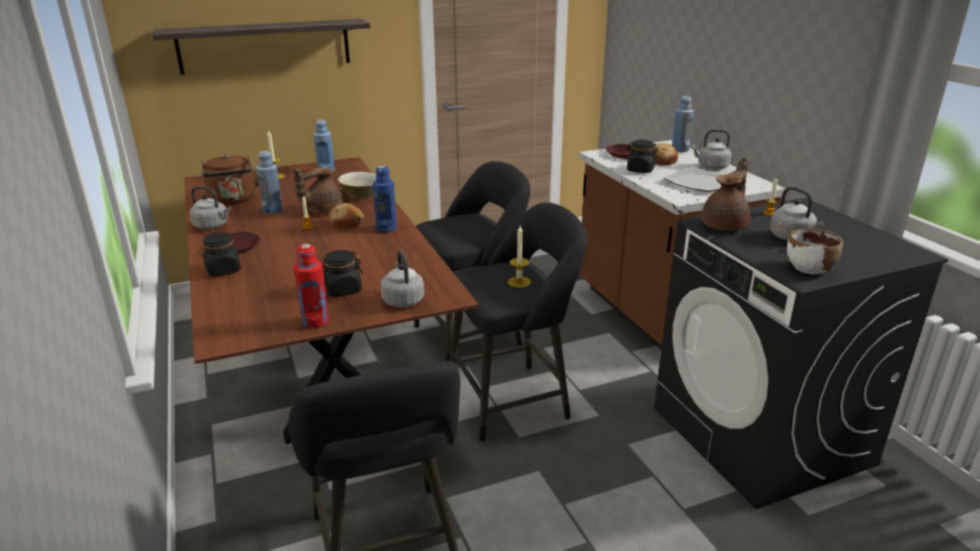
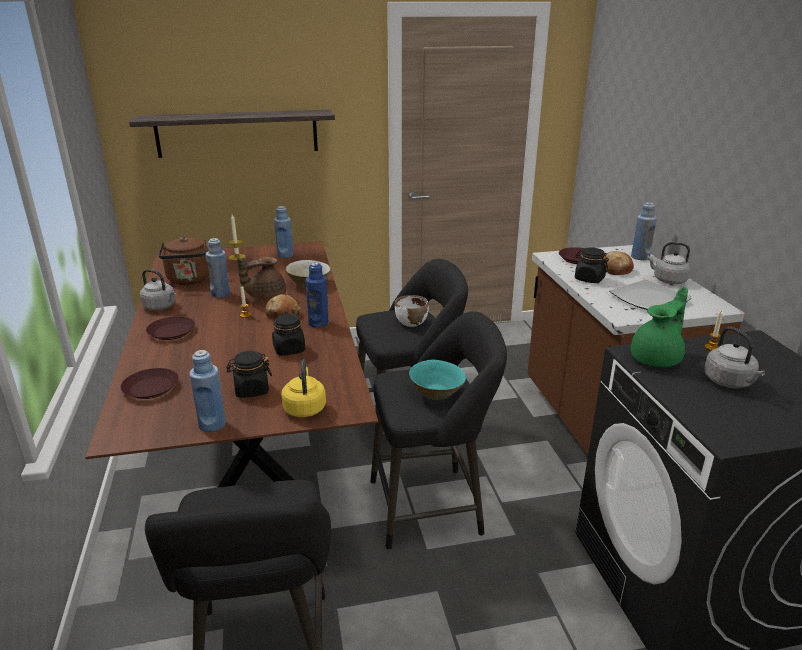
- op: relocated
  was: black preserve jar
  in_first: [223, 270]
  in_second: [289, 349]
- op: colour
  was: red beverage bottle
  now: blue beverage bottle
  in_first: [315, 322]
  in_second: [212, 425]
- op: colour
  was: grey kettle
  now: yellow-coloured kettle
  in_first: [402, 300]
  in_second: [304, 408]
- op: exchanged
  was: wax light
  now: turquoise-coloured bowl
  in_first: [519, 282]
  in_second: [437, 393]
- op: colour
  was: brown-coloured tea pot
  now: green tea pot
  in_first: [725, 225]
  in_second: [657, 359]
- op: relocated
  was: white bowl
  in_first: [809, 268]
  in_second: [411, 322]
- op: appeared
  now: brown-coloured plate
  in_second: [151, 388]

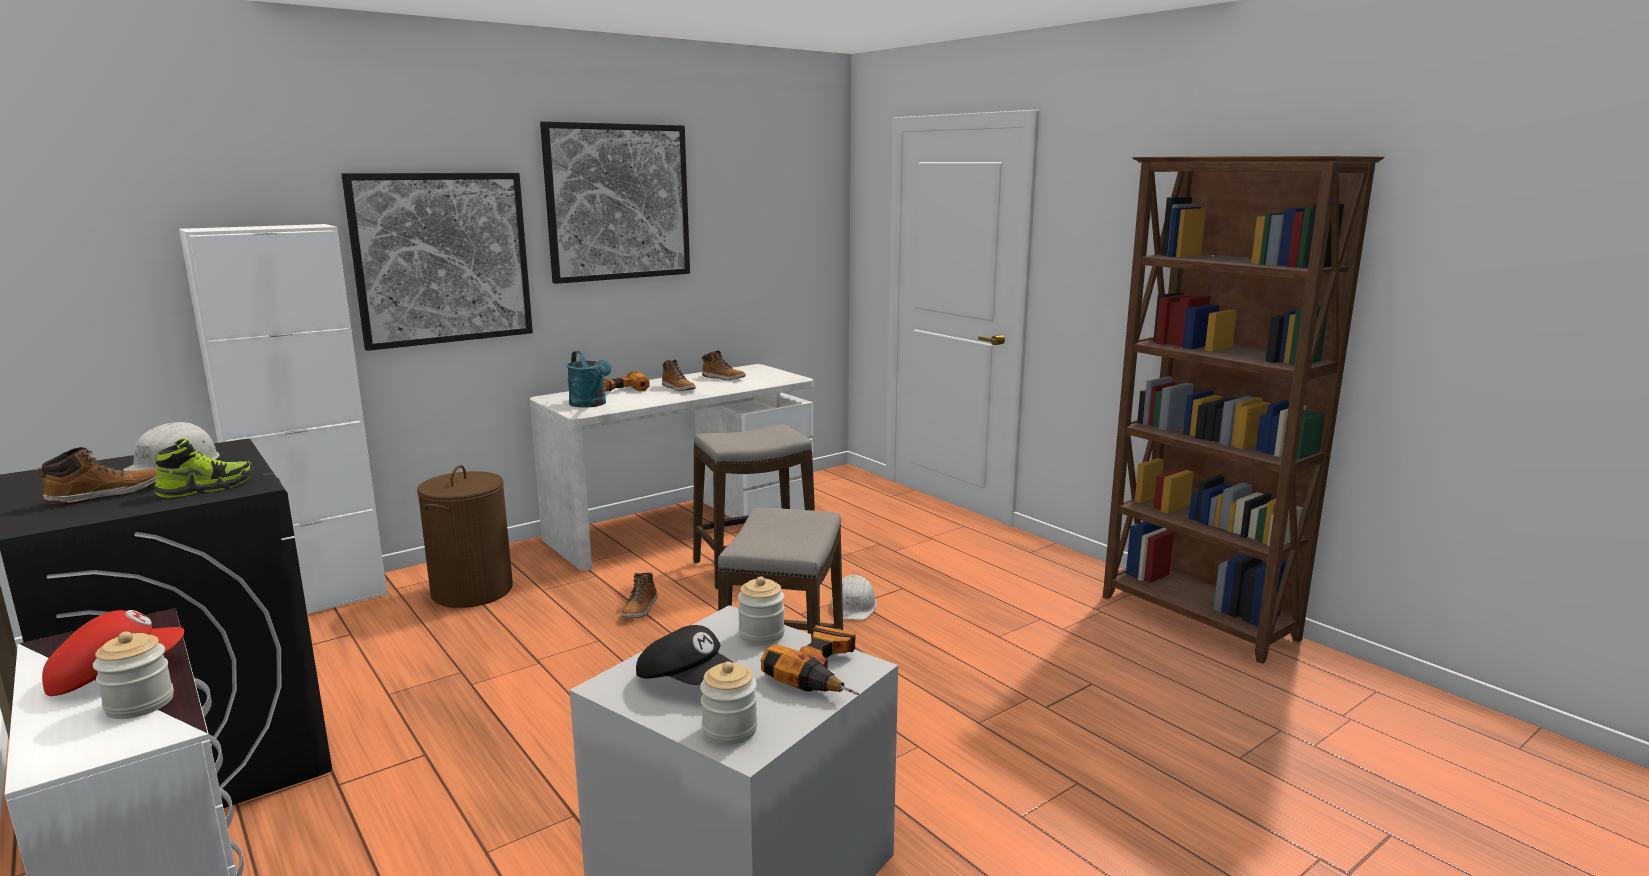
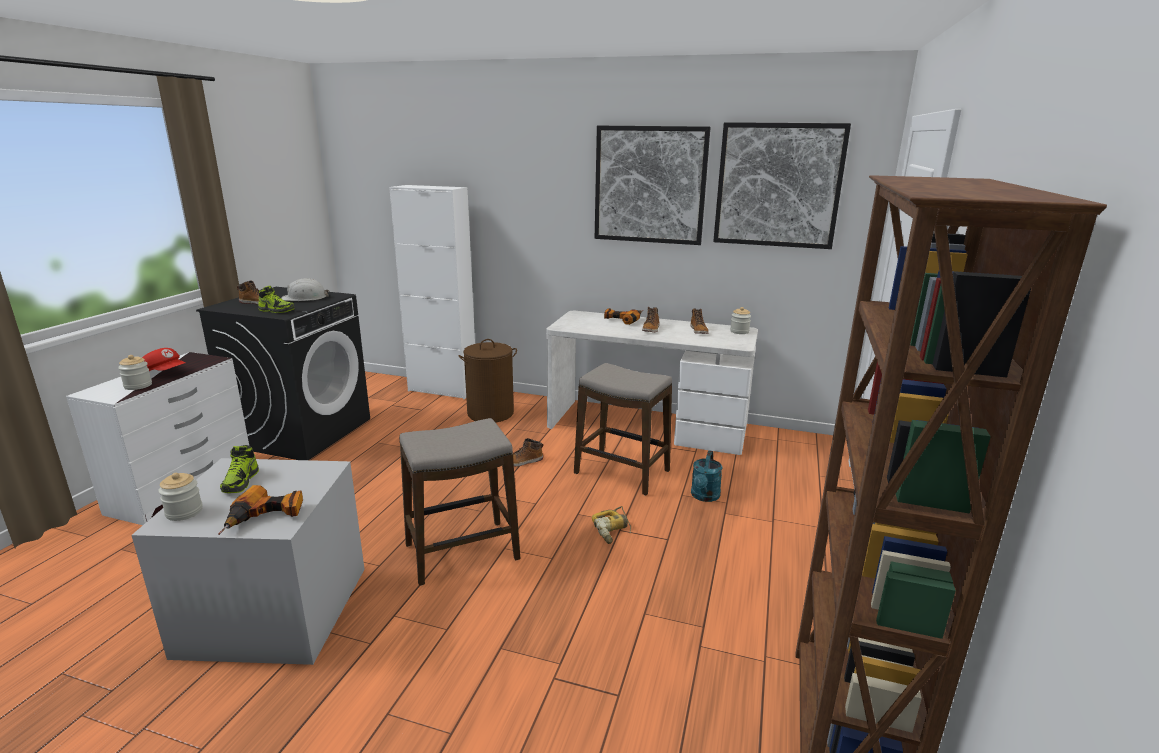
- op: relocated
  was: wall art
  in_first: [442, 258]
  in_second: [778, 185]
- op: relocated
  was: turquoise-coloured watering can
  in_first: [591, 404]
  in_second: [704, 497]
- op: exchanged
  was: black cap
  now: shoe
  in_first: [686, 680]
  in_second: [241, 482]
- op: relocated
  was: preserve jar
  in_first: [761, 634]
  in_second: [739, 331]
- op: exchanged
  was: white work helmet
  now: drill
  in_first: [854, 606]
  in_second: [613, 530]

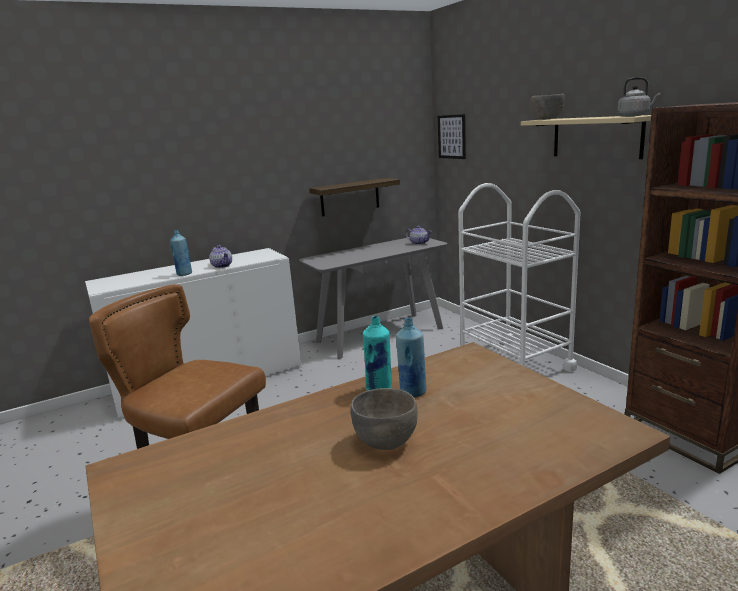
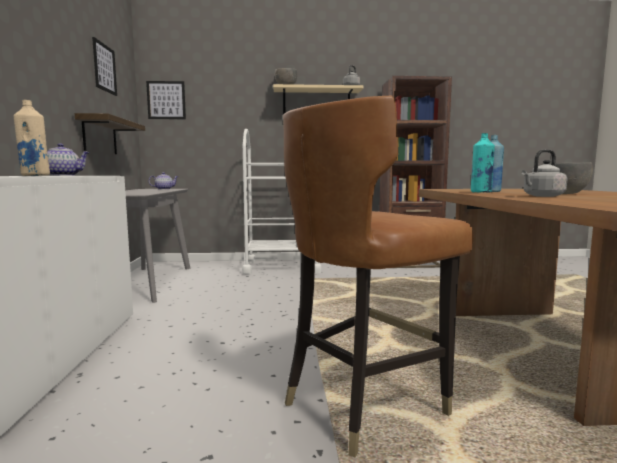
- op: colour
  was: blue beverage bottle
  now: beige beverage bottle
  in_first: [184, 274]
  in_second: [35, 176]
- op: appeared
  now: wall art
  in_second: [104, 68]
- op: appeared
  now: grey kettle
  in_second: [542, 196]

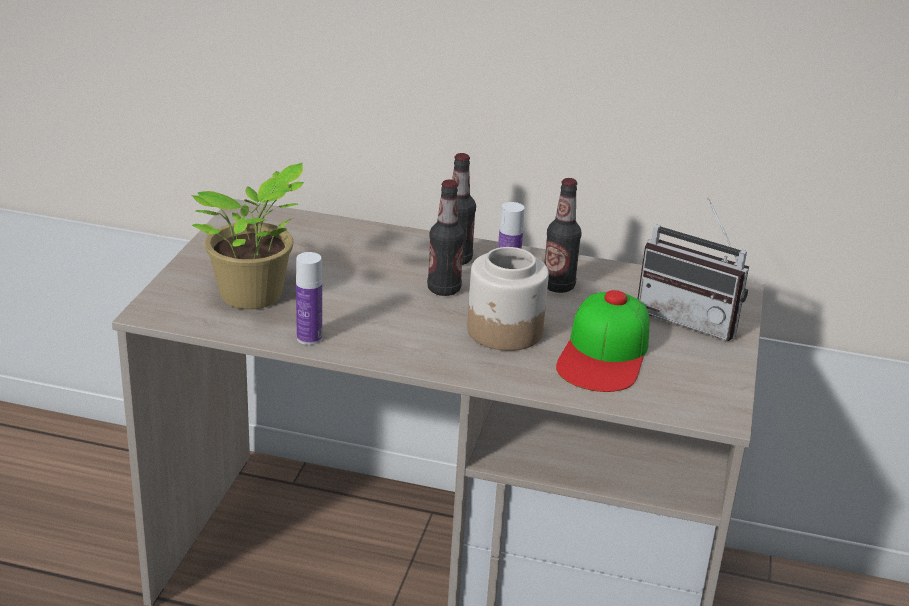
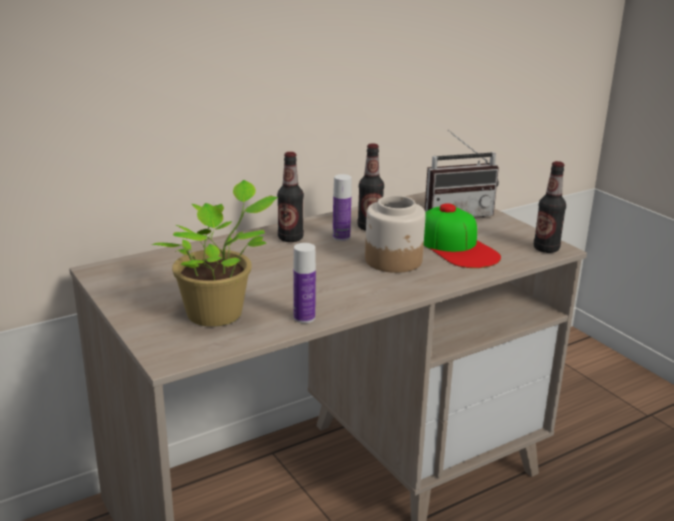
- op: relocated
  was: beverage bottle
  in_first: [444, 289]
  in_second: [546, 249]

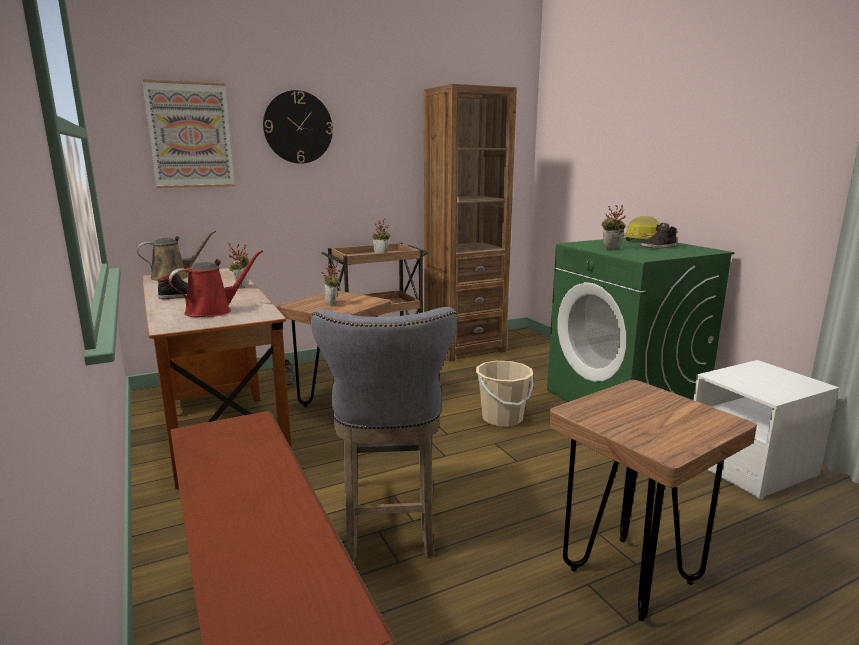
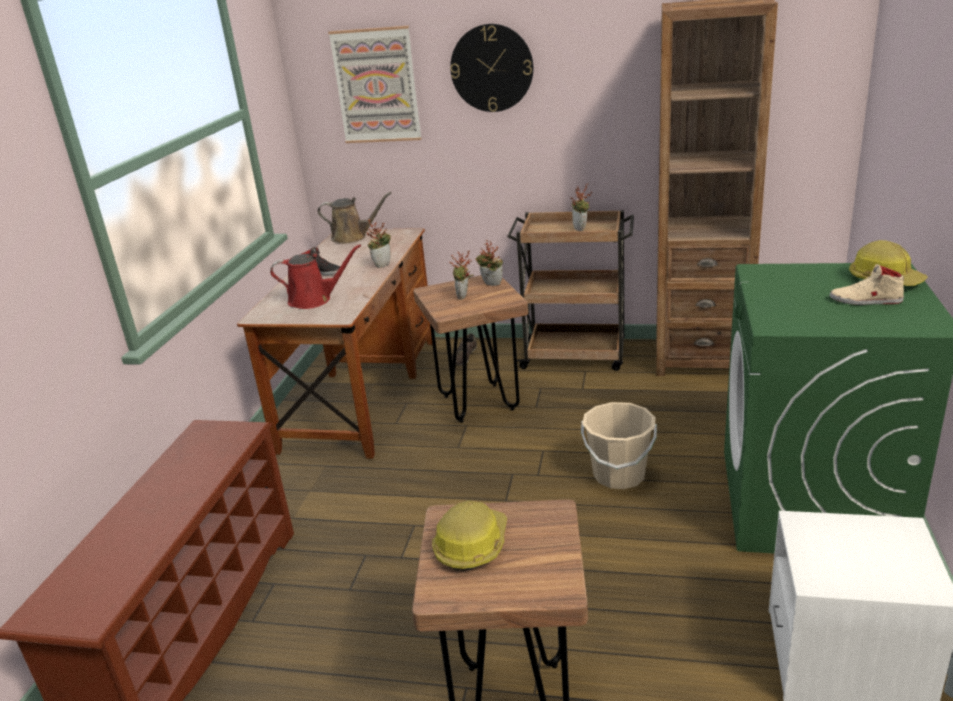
- op: missing
  was: grey stool
  in_first: [389, 521]
- op: relocated
  was: houseplant
  in_first: [611, 249]
  in_second: [490, 285]
- op: colour
  was: black shoe
  now: beige shoe
  in_first: [658, 247]
  in_second: [865, 300]
- op: appeared
  now: work helmet
  in_second: [471, 545]

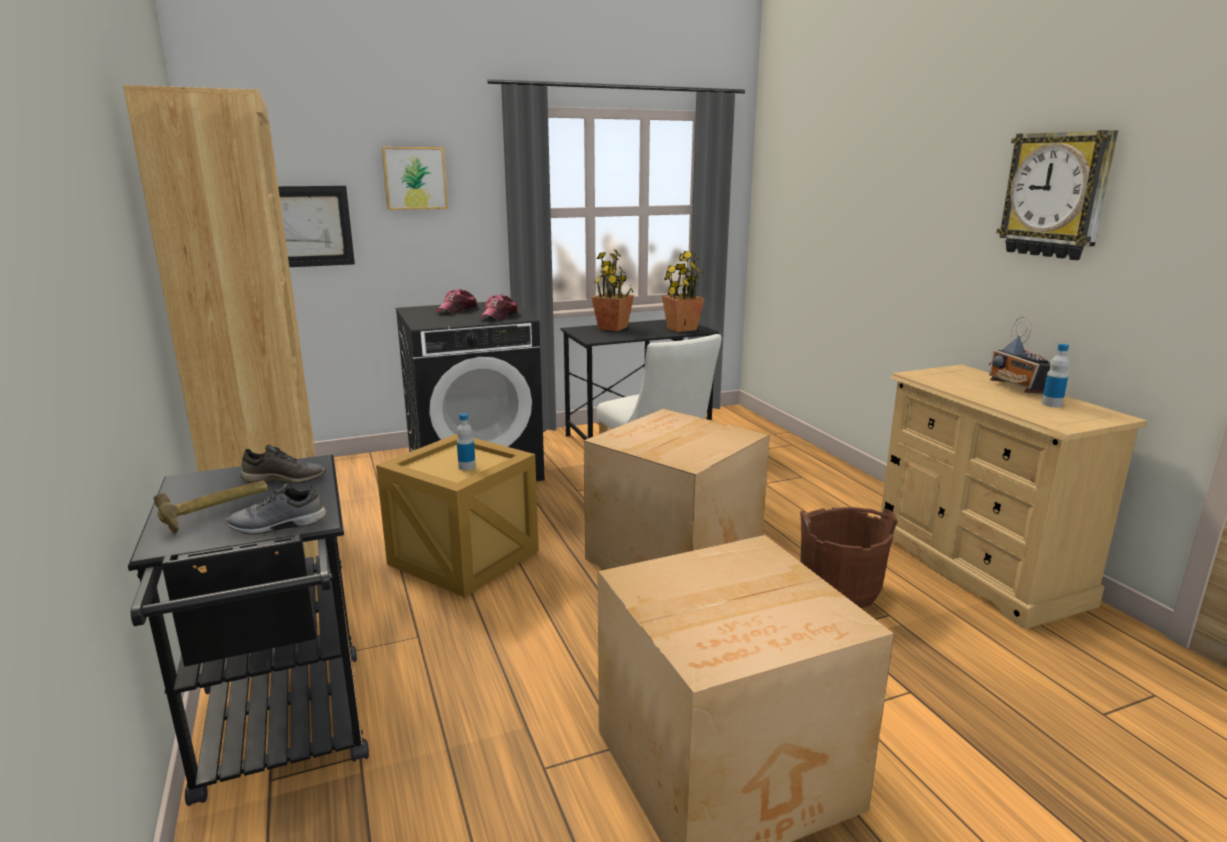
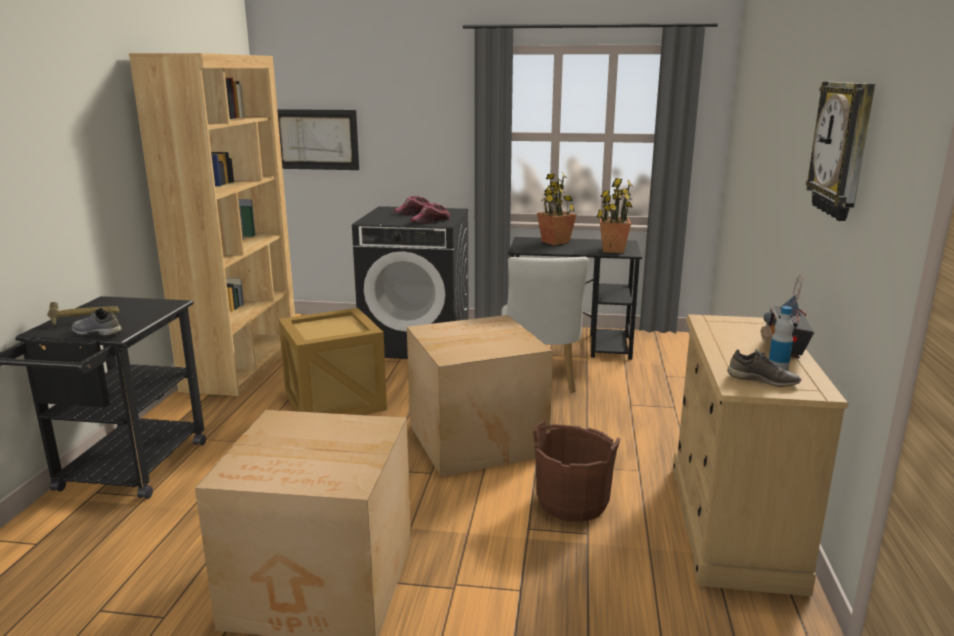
- op: relocated
  was: grey shoe
  in_first: [285, 479]
  in_second: [763, 380]
- op: missing
  was: wall art
  in_first: [415, 178]
- op: missing
  was: beverage bottle
  in_first: [467, 467]

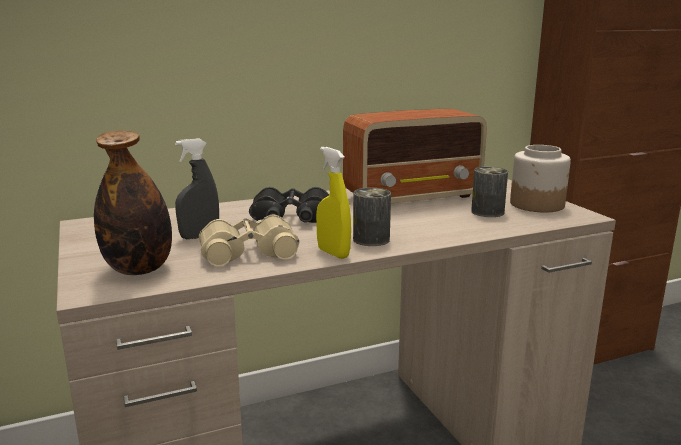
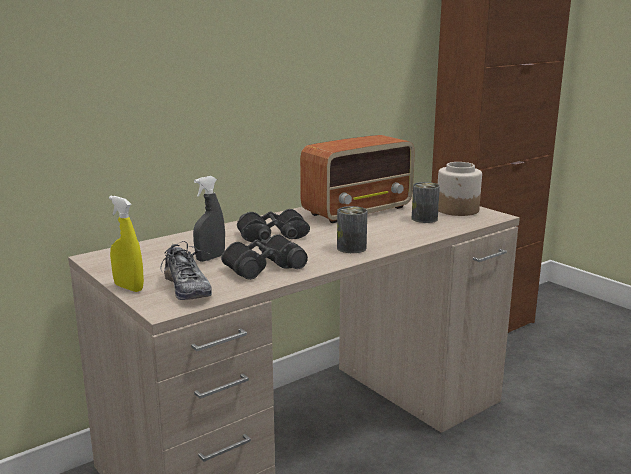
- op: exchanged
  was: beverage bottle
  now: shoe
  in_first: [139, 269]
  in_second: [187, 288]
- op: colour
  was: beige binoculars
  now: black binoculars
  in_first: [248, 251]
  in_second: [263, 266]
- op: relocated
  was: yellow-coloured spray bottle
  in_first: [333, 253]
  in_second: [128, 287]

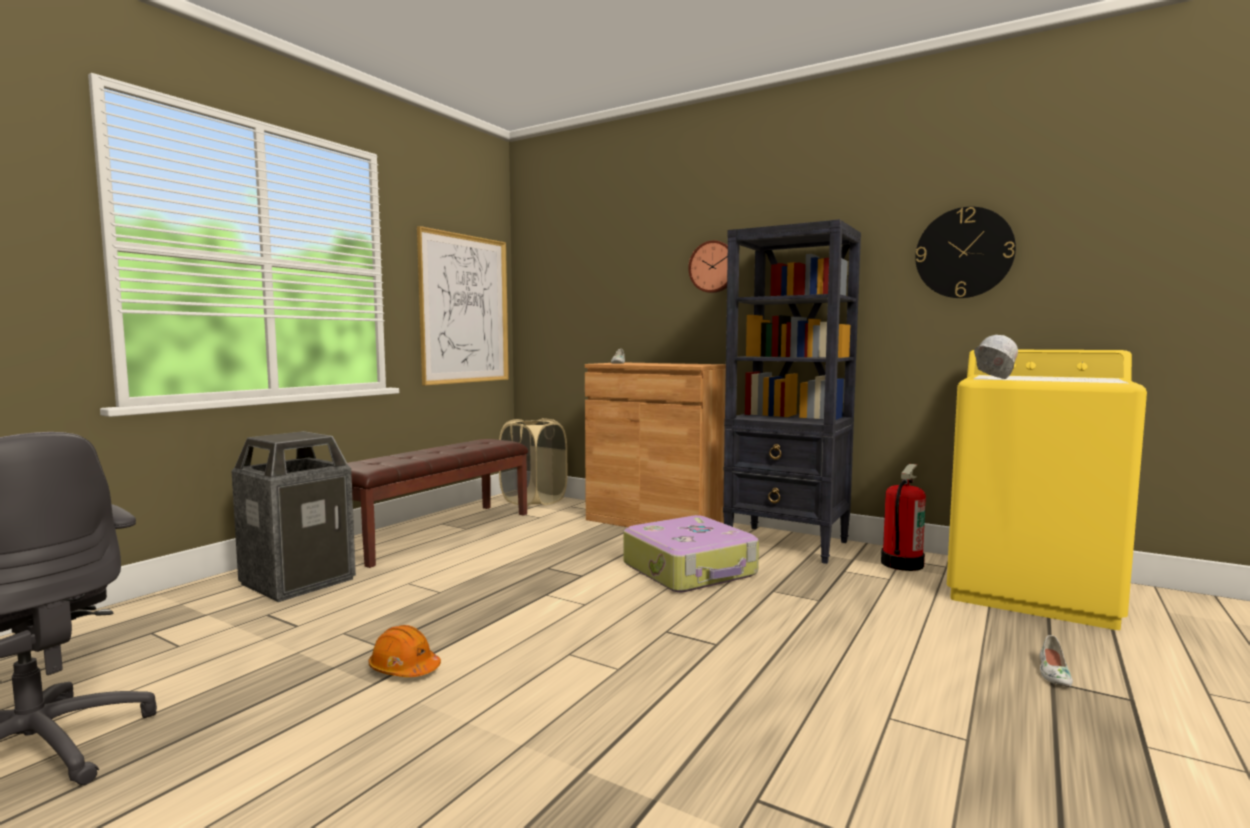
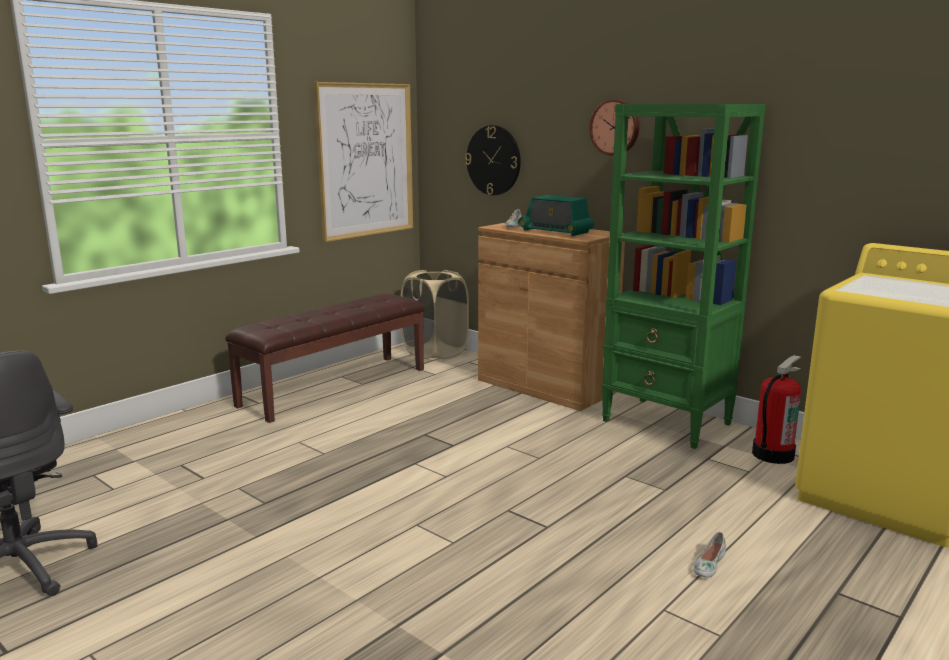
- op: missing
  was: trash can
  in_first: [298, 581]
- op: missing
  was: orange work helmet
  in_first: [404, 669]
- op: missing
  was: suitcase
  in_first: [691, 570]
- op: colour
  was: black bookshelf
  now: green bookshelf
  in_first: [787, 544]
  in_second: [667, 423]
- op: relocated
  was: clock on the wall
  in_first: [964, 253]
  in_second: [493, 160]
- op: missing
  was: white work helmet
  in_first: [992, 379]
- op: relocated
  was: white shoe
  in_first: [1053, 672]
  in_second: [708, 564]
- op: appeared
  now: radio set
  in_second: [555, 231]

